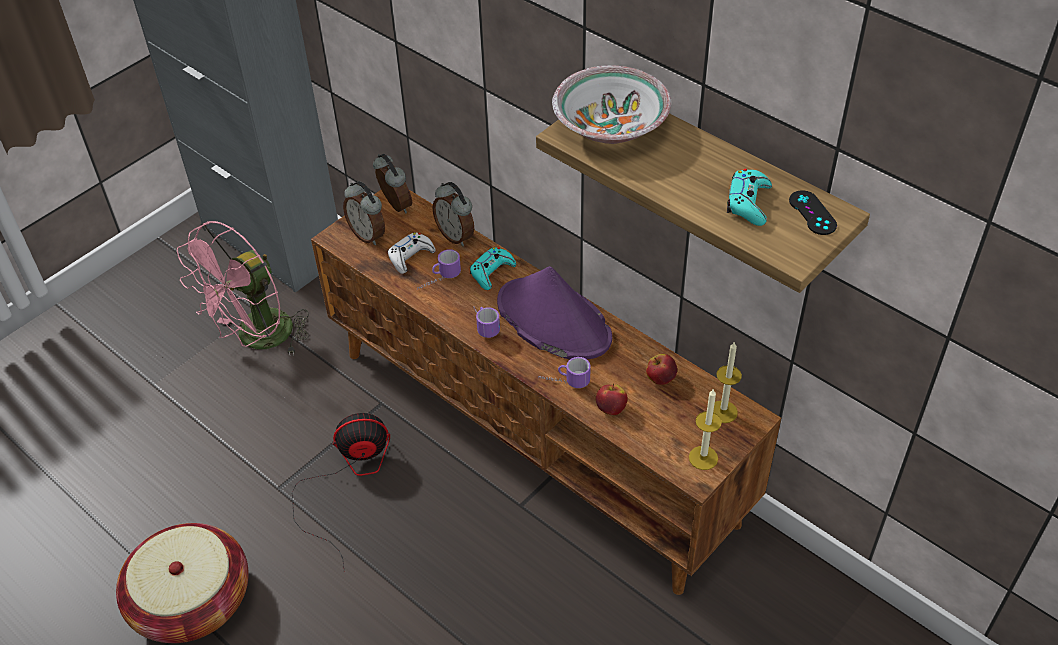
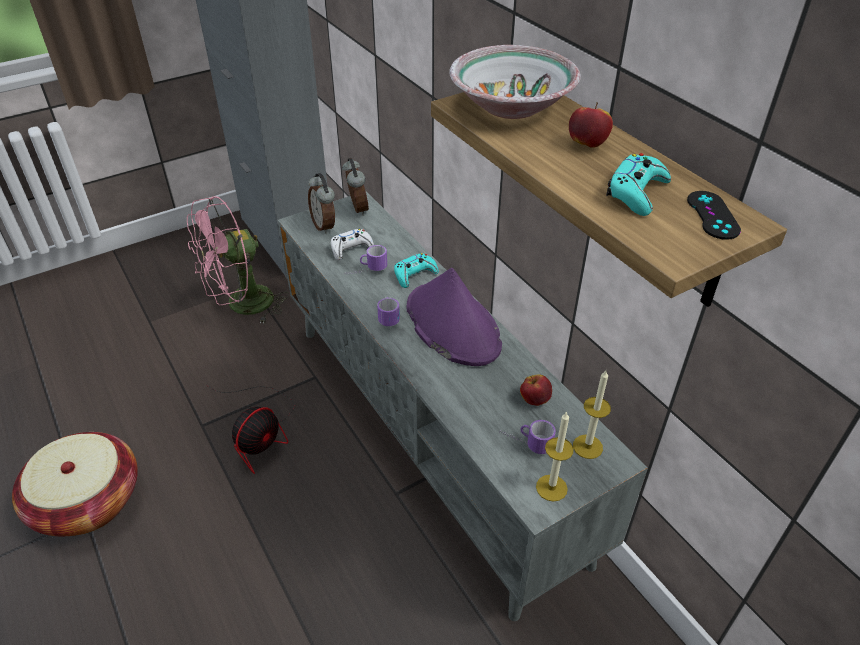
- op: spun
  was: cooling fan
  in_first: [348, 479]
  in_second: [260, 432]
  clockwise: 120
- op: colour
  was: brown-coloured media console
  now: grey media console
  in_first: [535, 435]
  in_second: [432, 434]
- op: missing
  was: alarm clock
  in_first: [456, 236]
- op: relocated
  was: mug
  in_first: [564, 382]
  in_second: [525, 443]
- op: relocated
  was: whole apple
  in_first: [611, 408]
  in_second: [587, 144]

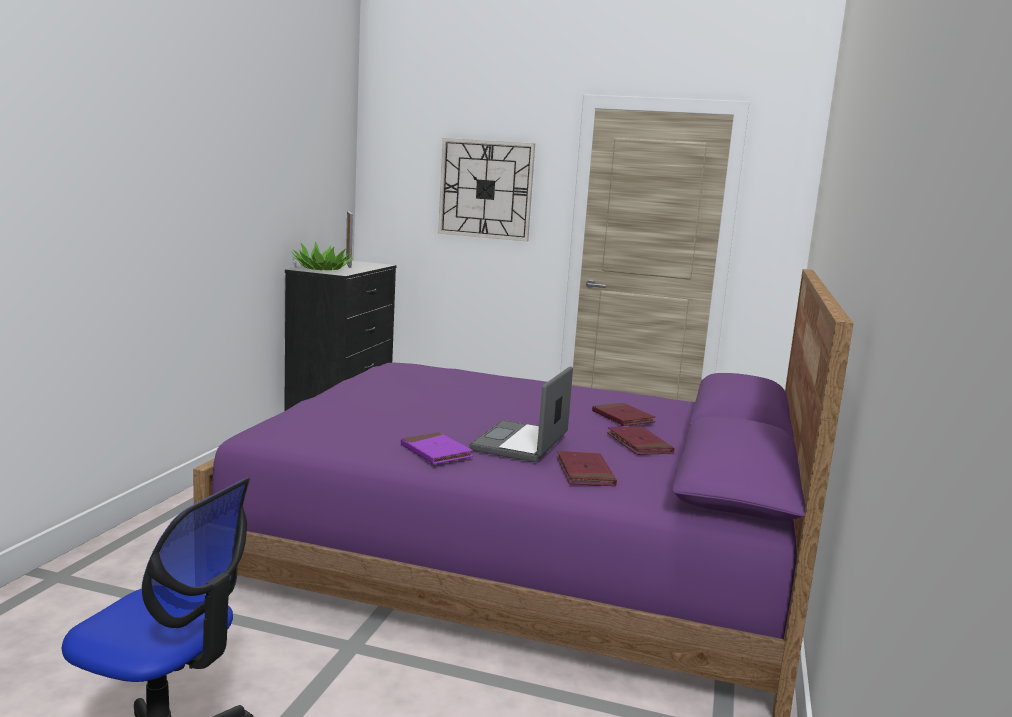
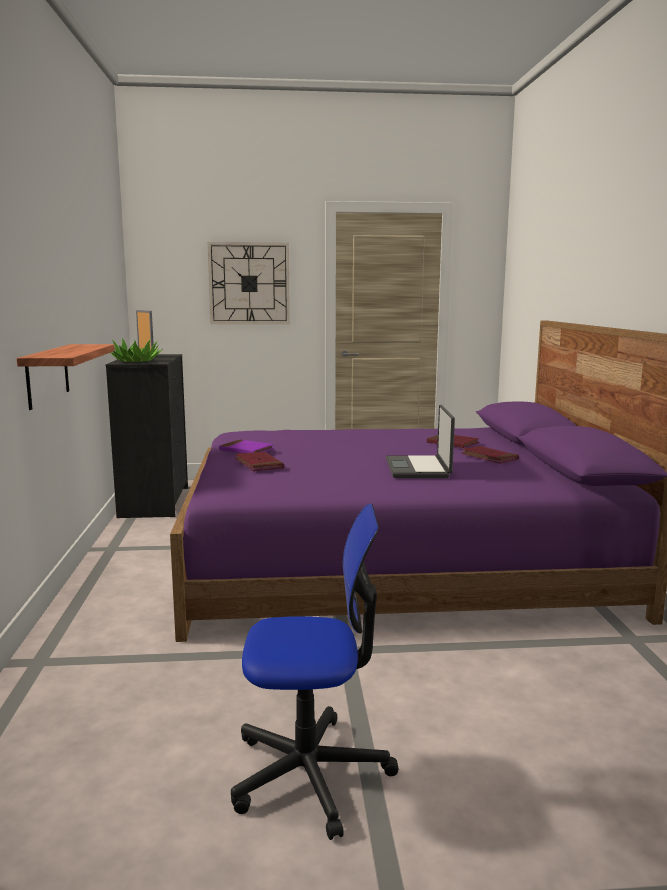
- op: relocated
  was: purple bound book
  in_first: [435, 452]
  in_second: [246, 450]
- op: relocated
  was: red bound book
  in_first: [585, 473]
  in_second: [259, 464]
- op: appeared
  now: shelf
  in_second: [47, 375]

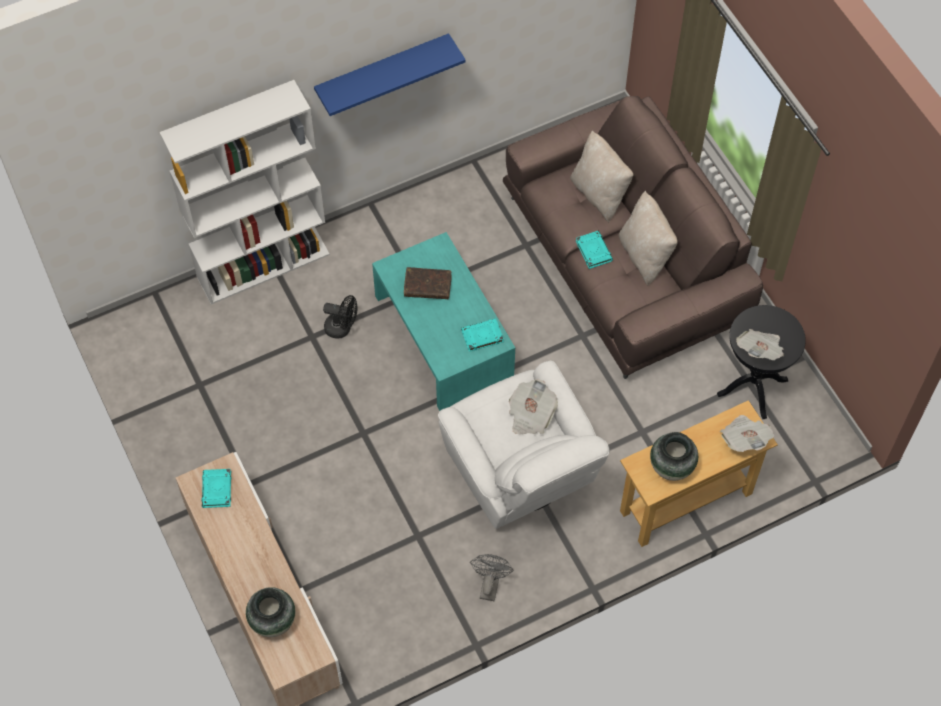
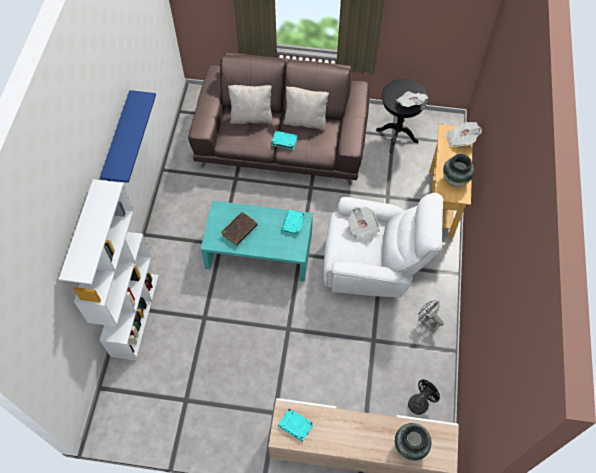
- op: relocated
  was: black cooling fan
  in_first: [342, 328]
  in_second: [420, 402]

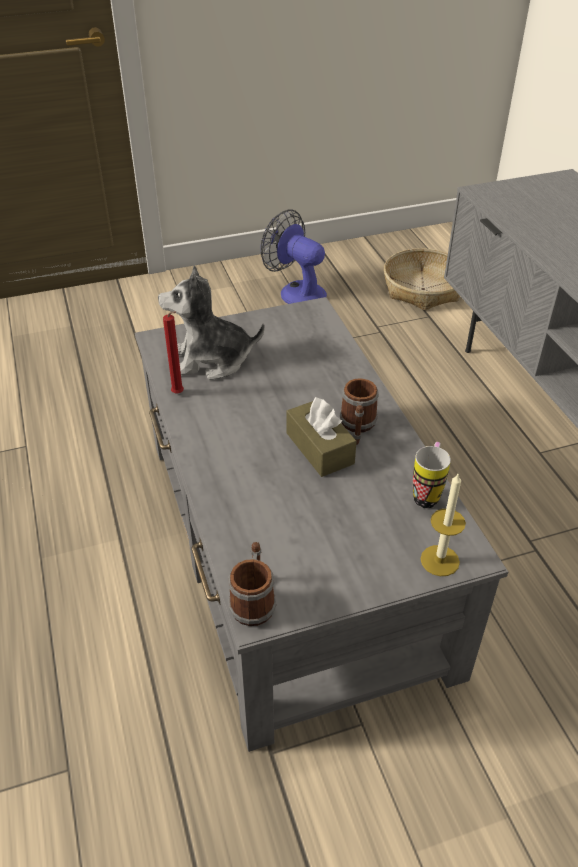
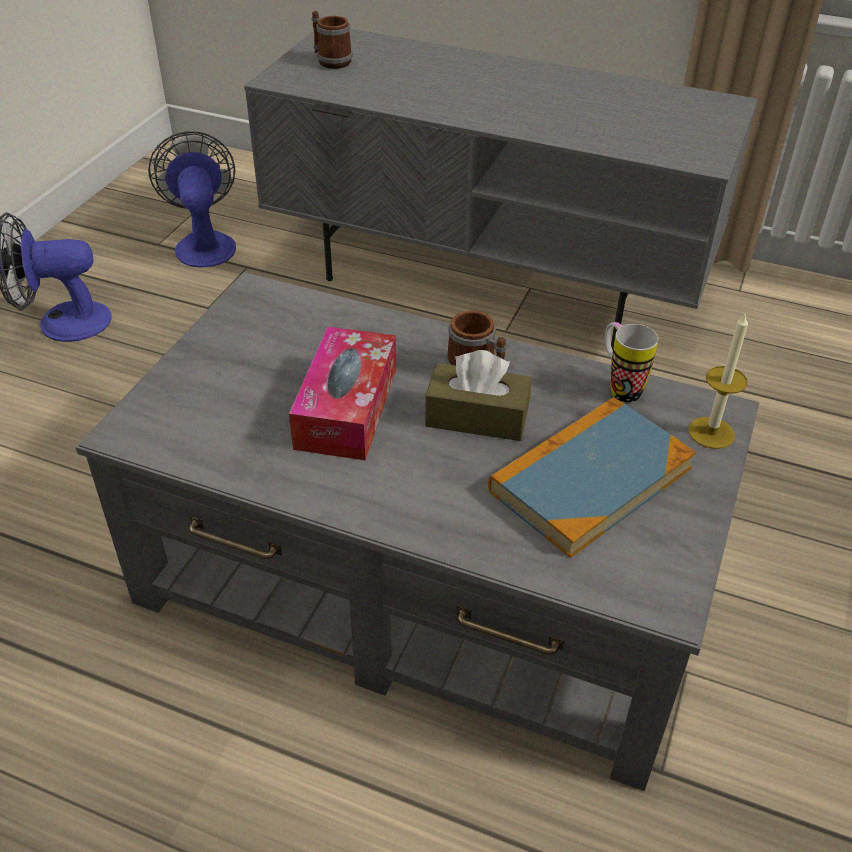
- op: missing
  was: plush toy
  in_first: [211, 360]
- op: missing
  was: red wax light
  in_first: [179, 394]
- op: relocated
  was: mug
  in_first: [253, 601]
  in_second: [330, 60]
- op: exchanged
  was: household basket
  now: cooling fan
  in_first: [422, 289]
  in_second: [204, 243]
- op: appeared
  now: tissue holder
  in_second: [346, 408]
- op: appeared
  now: bound book
  in_second: [590, 479]

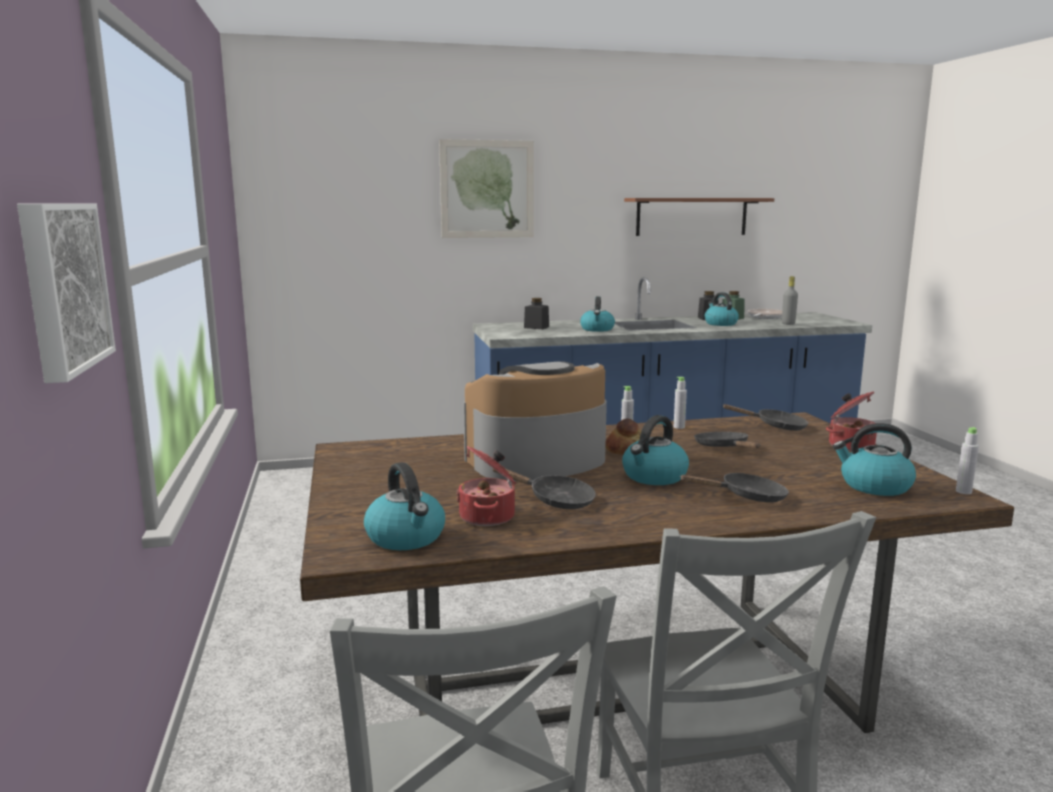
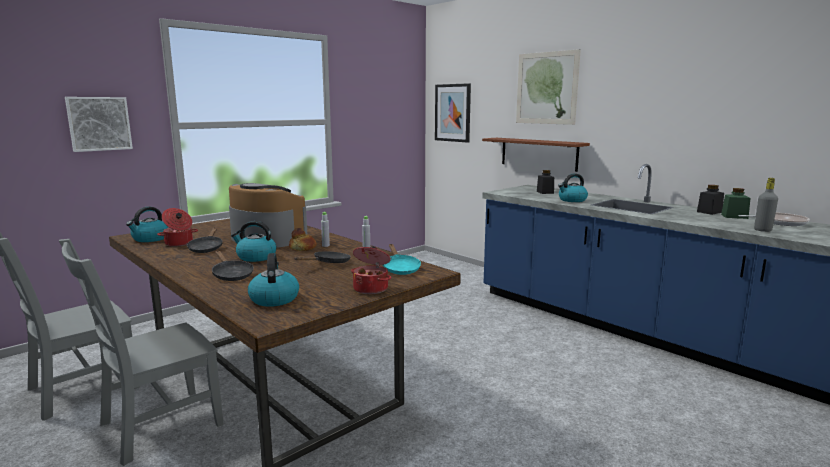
- op: relocated
  was: brown-coloured shelf
  in_first: [691, 216]
  in_second: [538, 153]
- op: missing
  was: kettle
  in_first: [720, 323]
- op: colour
  was: black skillet
  now: turquoise-coloured skillet
  in_first: [775, 426]
  in_second: [400, 269]
- op: missing
  was: grey beverage bottle
  in_first: [963, 491]
- op: appeared
  now: wall art
  in_second: [453, 113]

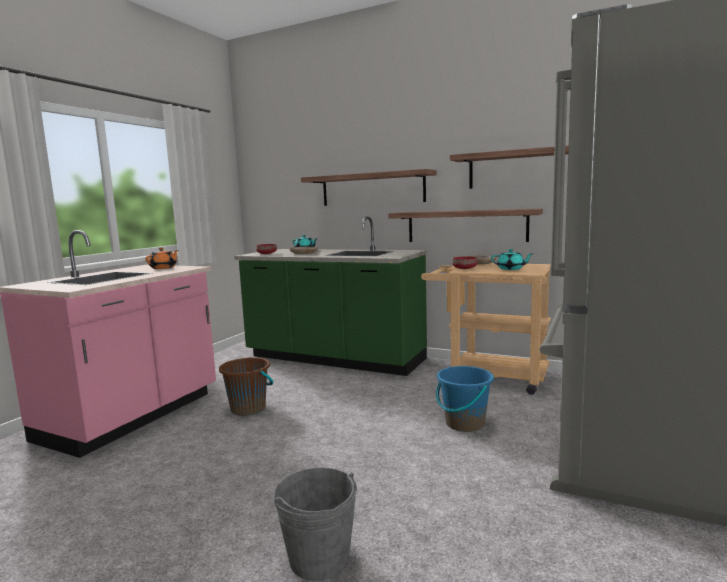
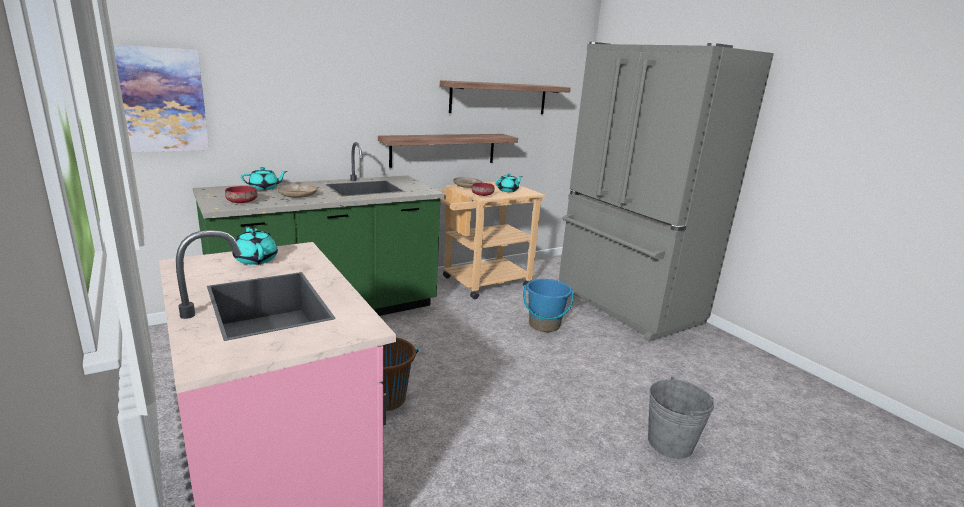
- op: colour
  was: orange tea pot
  now: turquoise-coloured tea pot
  in_first: [164, 268]
  in_second: [256, 259]
- op: missing
  was: shelf
  in_first: [372, 189]
- op: appeared
  now: wall art
  in_second: [161, 100]

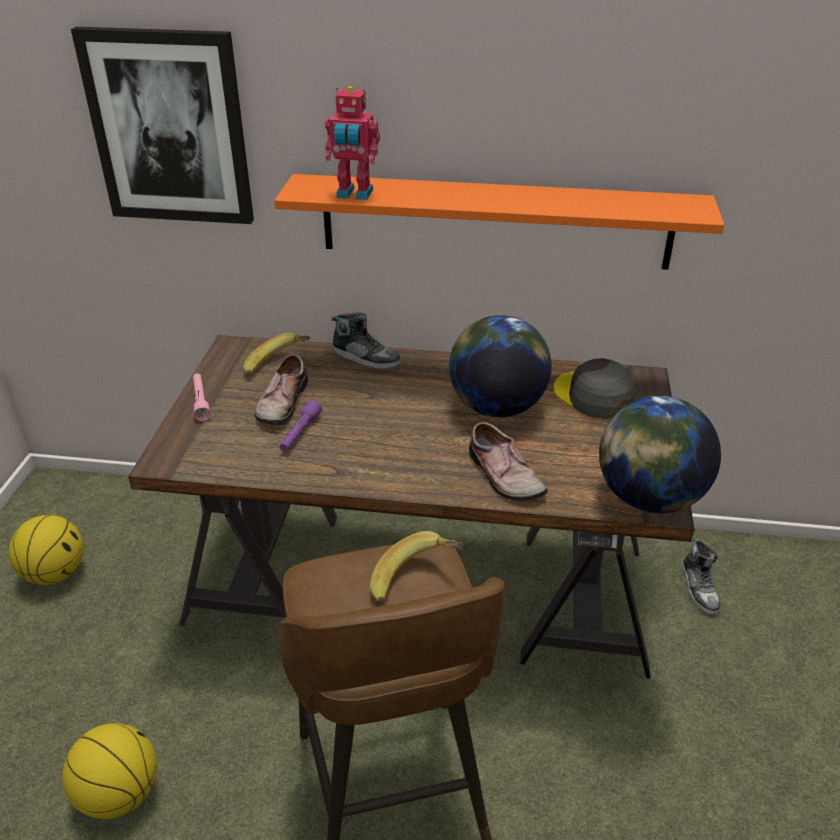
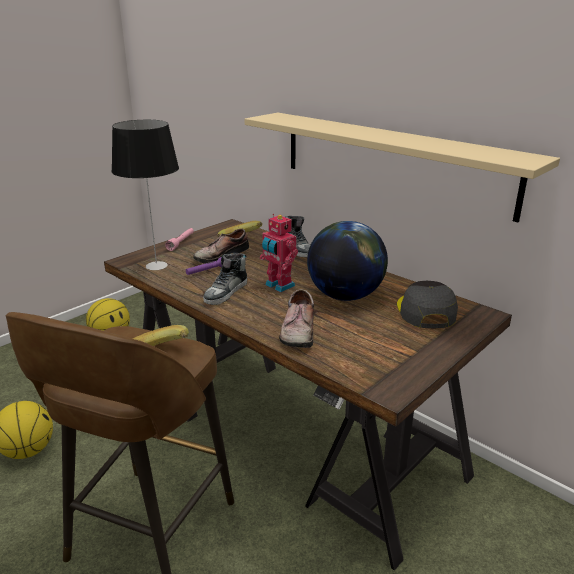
- op: missing
  was: wall art
  in_first: [169, 128]
- op: colour
  was: orange shelf
  now: beige shelf
  in_first: [495, 221]
  in_second: [391, 161]
- op: relocated
  was: model robot
  in_first: [354, 194]
  in_second: [278, 286]
- op: missing
  was: desk globe
  in_first: [648, 498]
- op: relocated
  was: shoe
  in_first: [699, 588]
  in_second: [226, 292]
- op: appeared
  now: lamp for a table
  in_second: [157, 265]

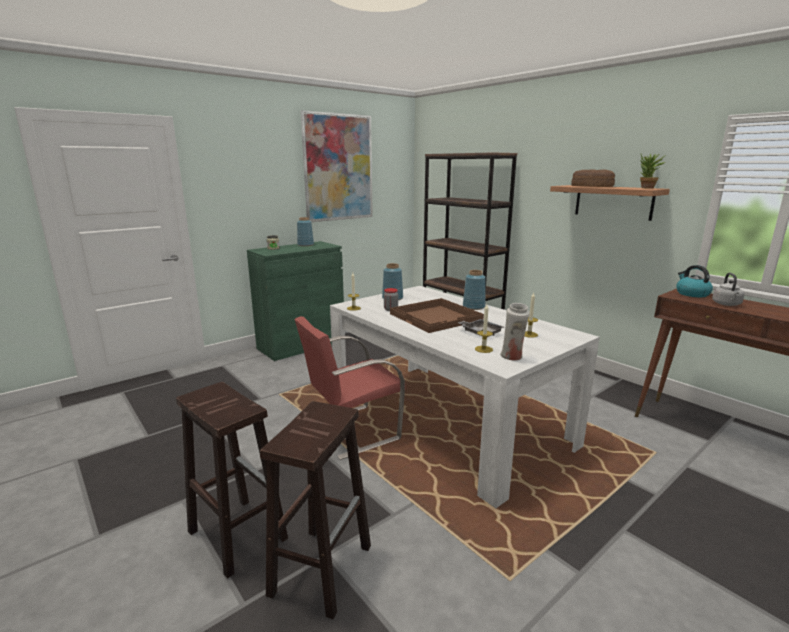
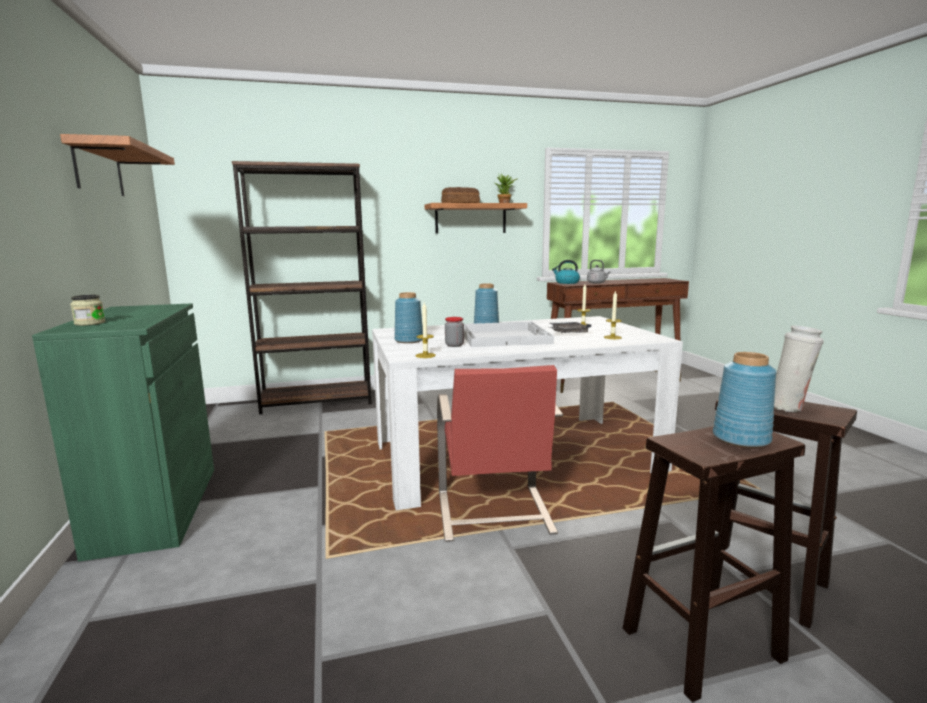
- op: relocated
  was: blue flower vase
  in_first: [305, 245]
  in_second: [740, 439]
- op: exchanged
  was: wall art
  now: shelf
  in_first: [338, 168]
  in_second: [98, 169]
- op: colour
  was: brown-coloured tray
  now: white tray
  in_first: [436, 317]
  in_second: [504, 336]
- op: relocated
  was: white flower vase
  in_first: [512, 357]
  in_second: [788, 408]

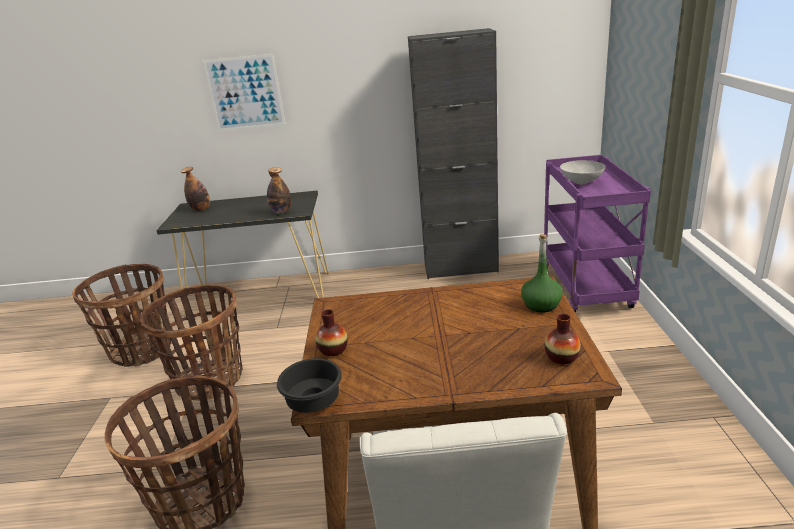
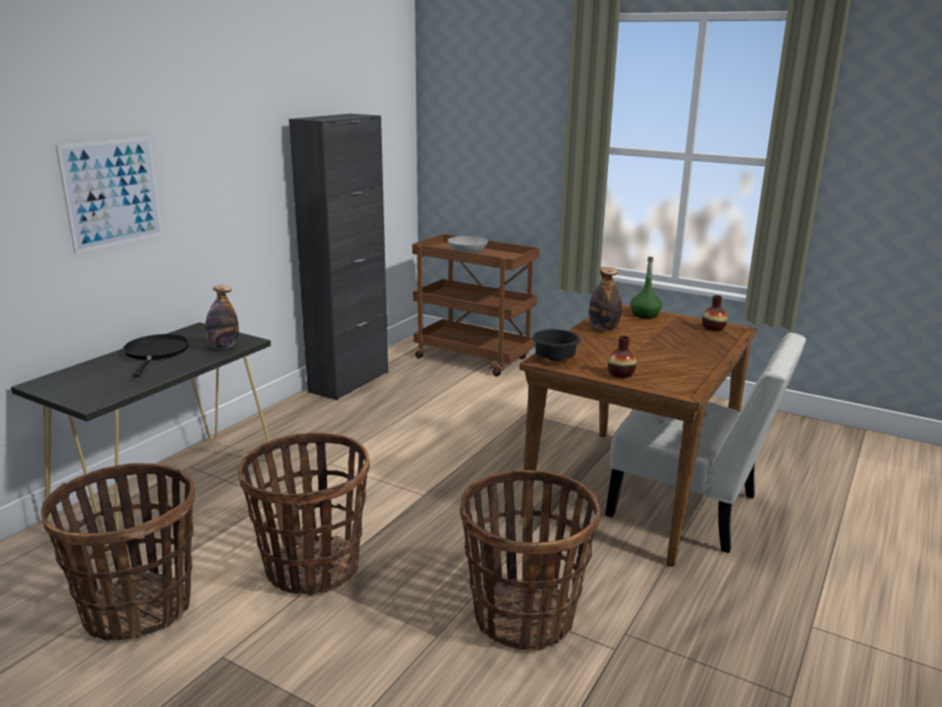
- op: relocated
  was: beverage bottle
  in_first: [201, 209]
  in_second: [603, 328]
- op: relocated
  was: black bowl
  in_first: [312, 403]
  in_second: [555, 359]
- op: colour
  was: purple wheeled cart
  now: brown-coloured wheeled cart
  in_first: [587, 289]
  in_second: [475, 358]
- op: appeared
  now: black skillet
  in_second: [156, 353]

